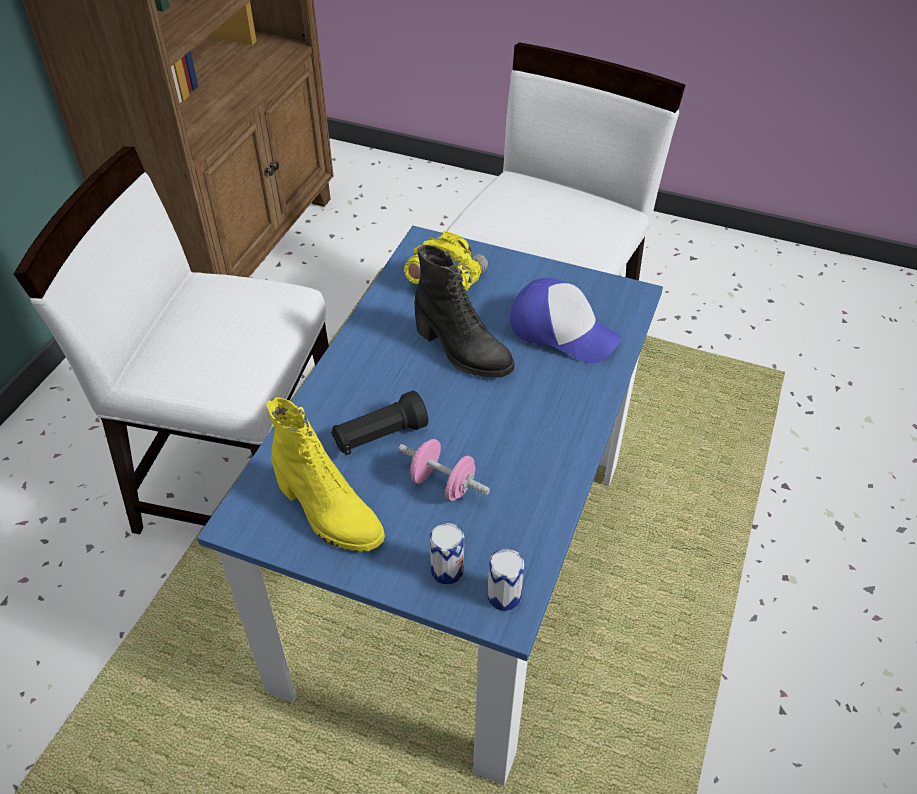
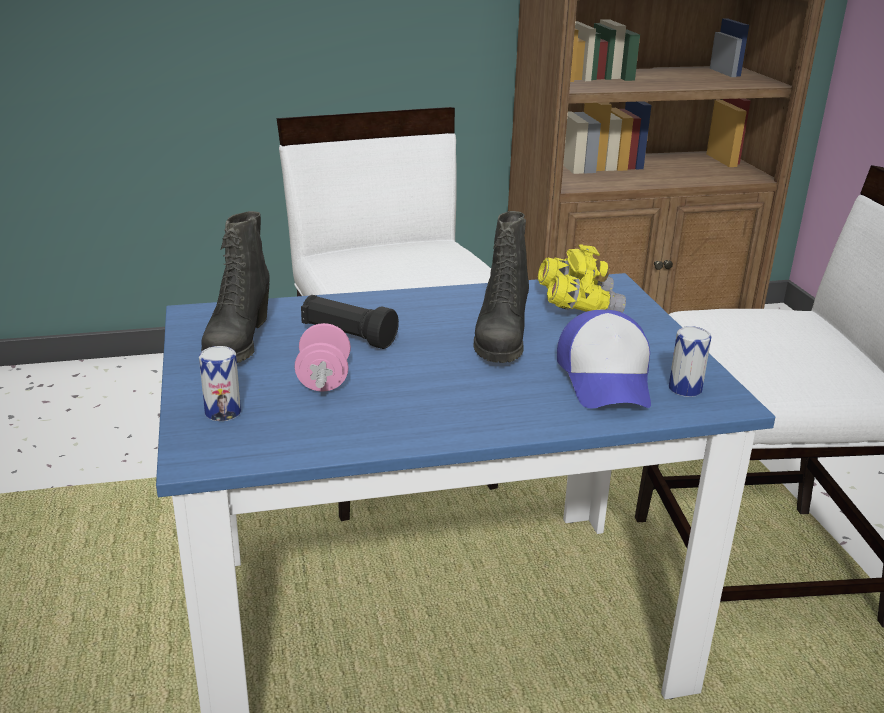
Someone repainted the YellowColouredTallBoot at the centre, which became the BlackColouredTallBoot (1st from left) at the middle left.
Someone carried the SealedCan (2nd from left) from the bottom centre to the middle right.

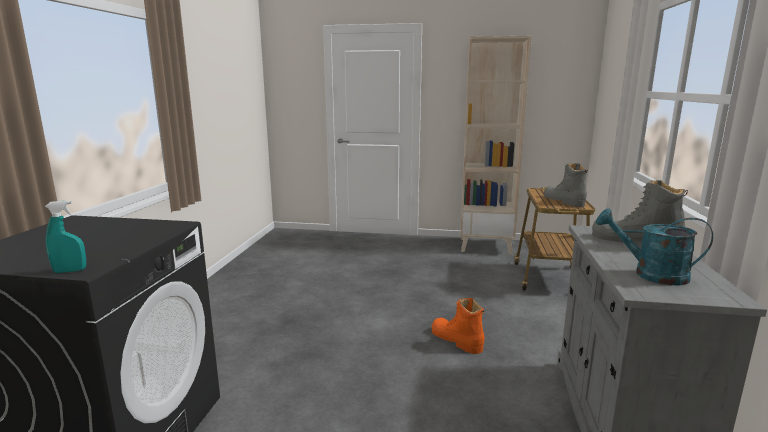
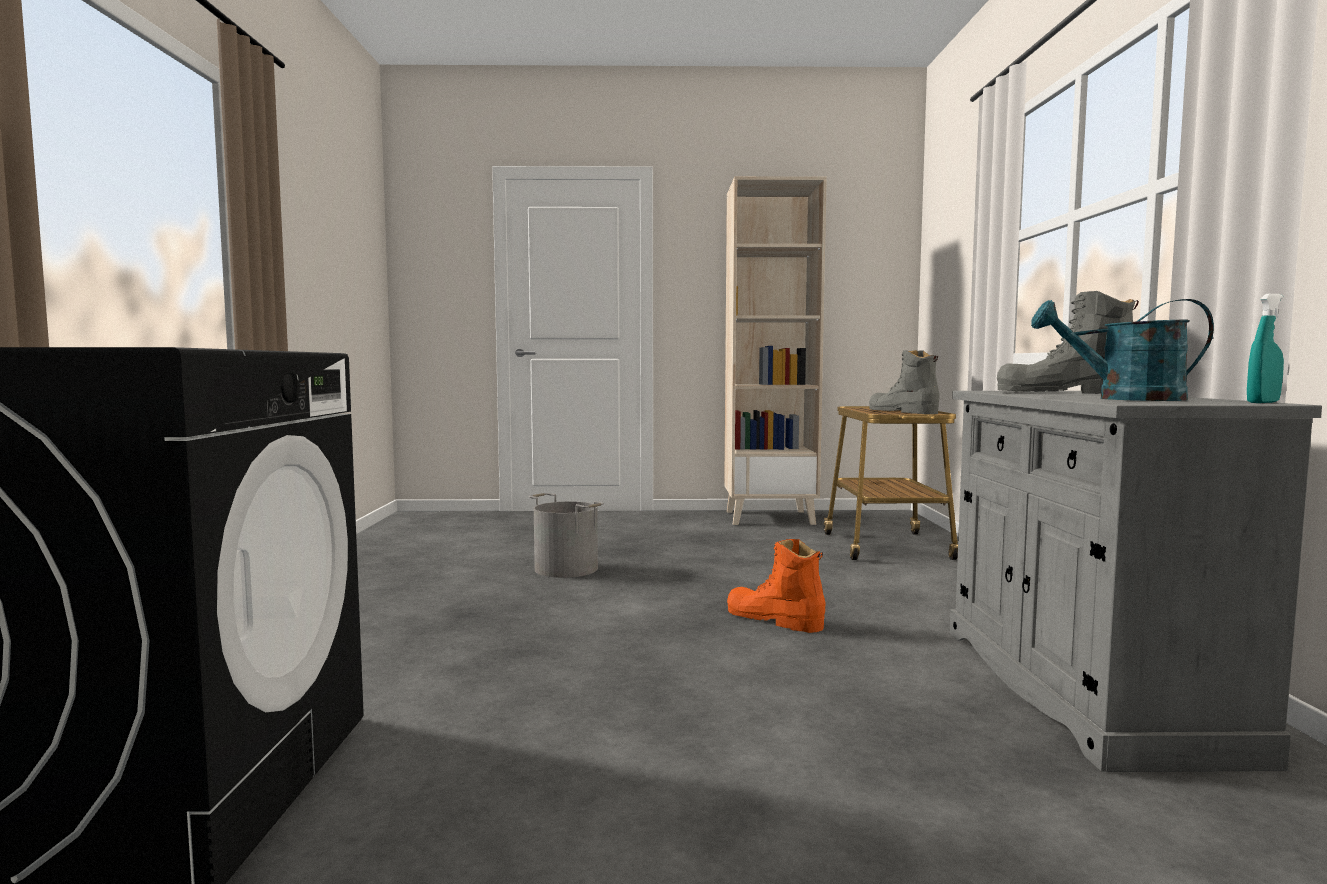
Someone carried the TurquoiseColouredSprayBottle from the middle left to the middle right.
Someone put down the GreyBucket at the centre.

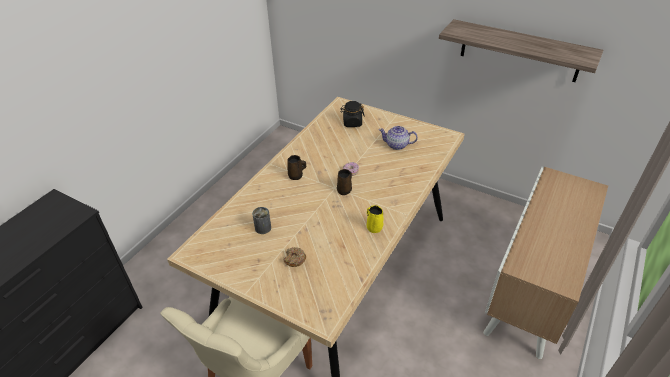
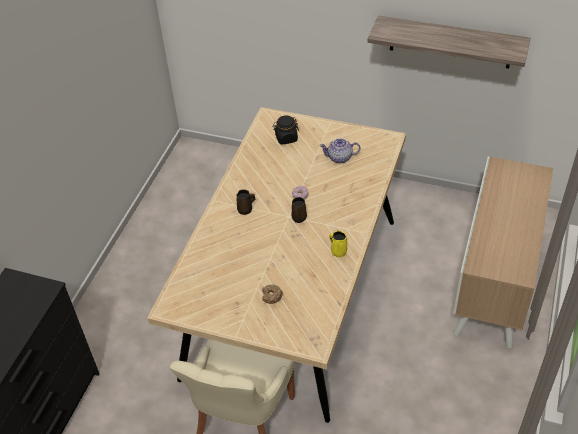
Someone took away the SealedCan at the centre.

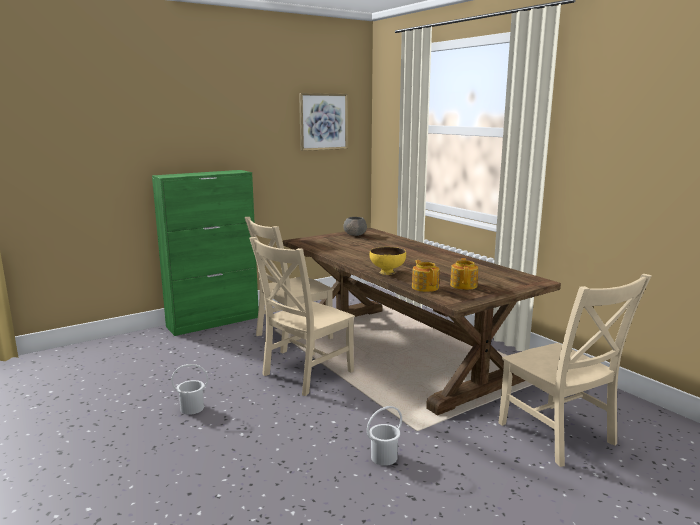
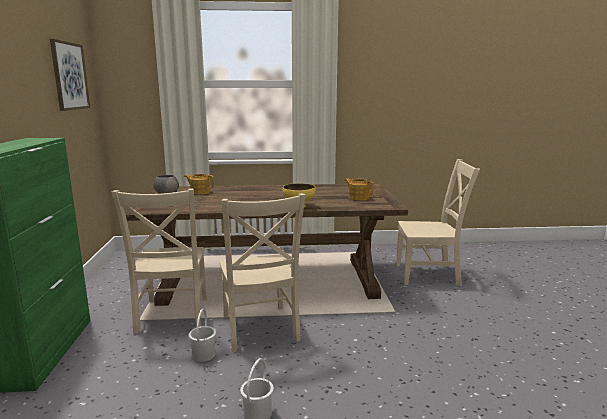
Someone carried the TeaPot (1st from left) from the centre to the middle left.
Someone carried the WhitishBucket (2nd from left in the first image) from the bottom centre to the bottom left.

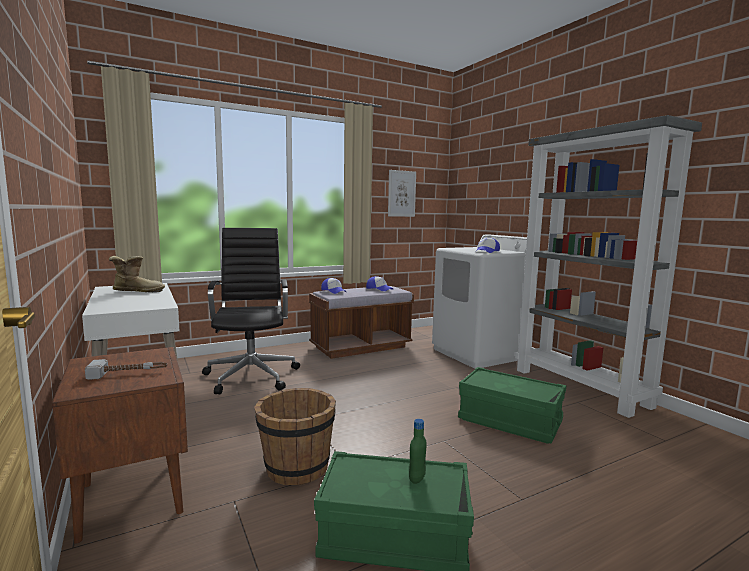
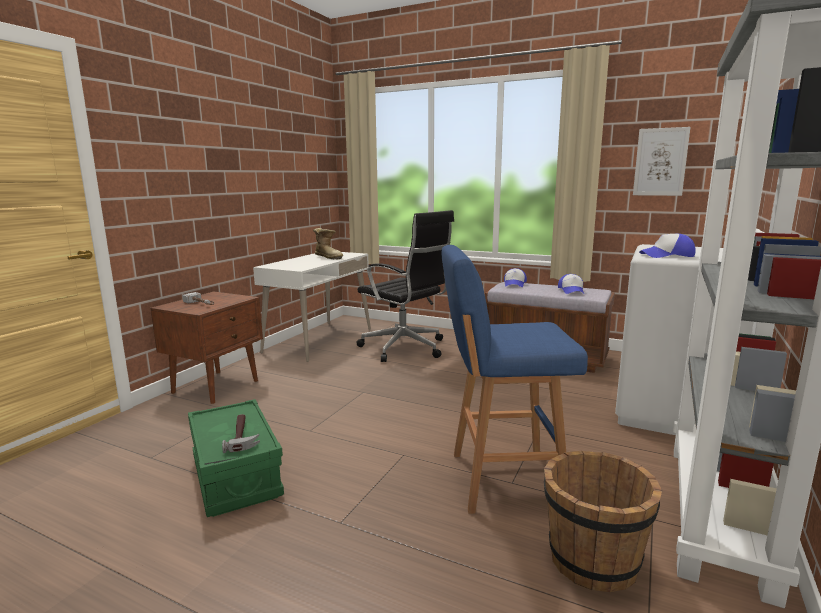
Someone rotated the BlackColouredComputerChair at the centre by 90 degrees clockwise.
Someone swapped the GreenStorageBox (2nd from left) at the bottom right for the BluishSittingStool at the centre.
Someone carried the BrownishBucket from the bottom centre to the bottom right.
Someone swapped the GreenBeverageBottle at the bottom centre for the HandHammer (2nd from left) at the bottom left.

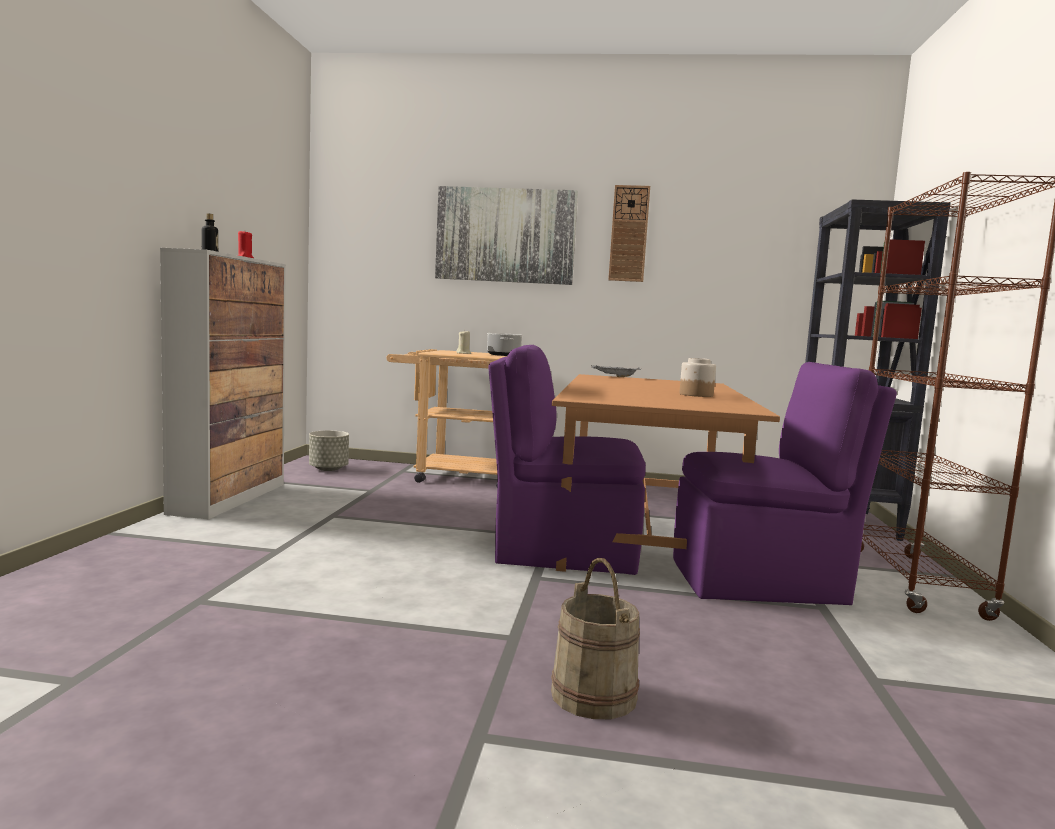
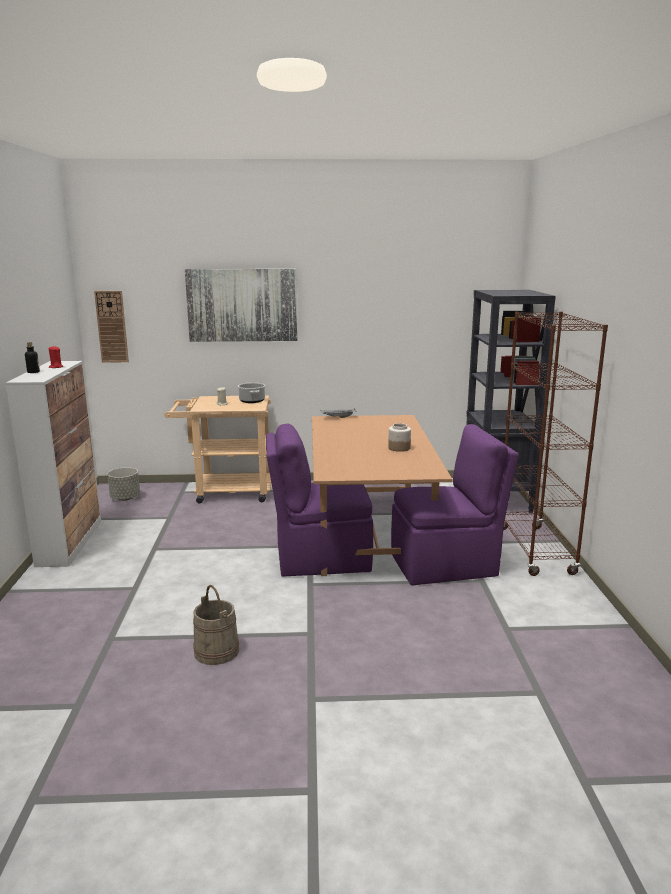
Someone carried the ClockOnTheWall from the top centre to the middle left.
Someone carried the BeigeColouredBucket from the bottom centre to the bottom left.

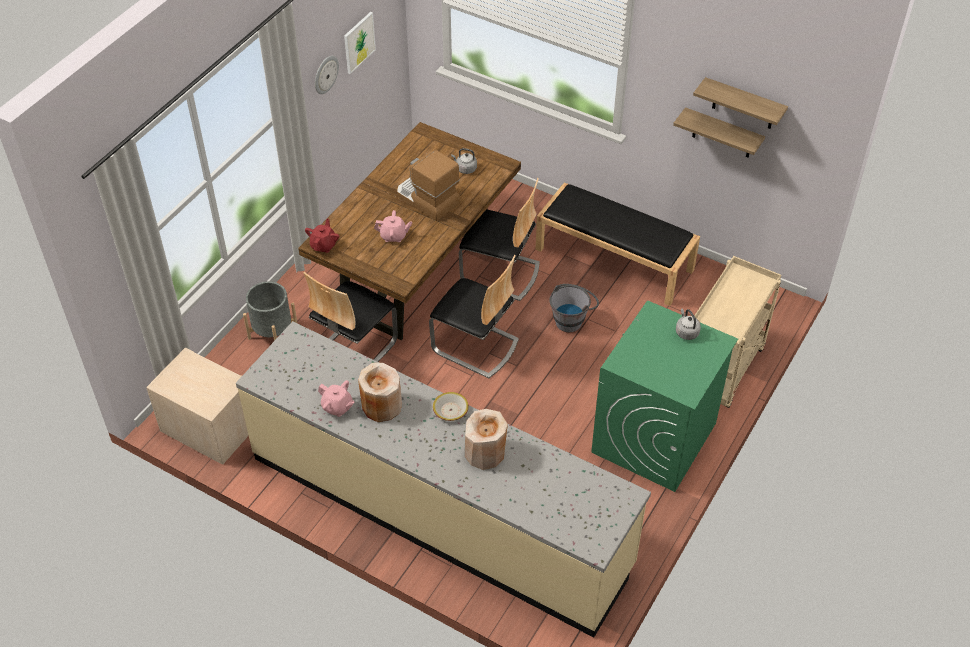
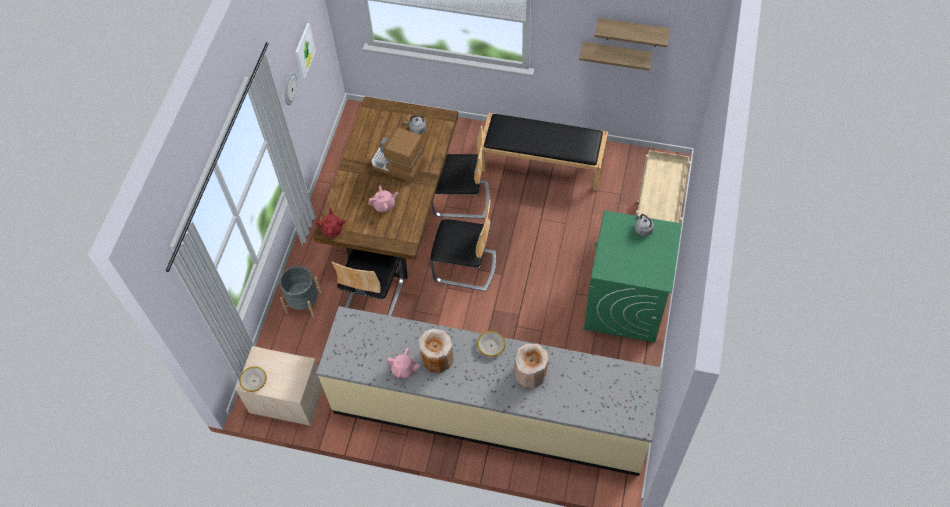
Someone took away the GreyBucket at the centre.
Someone put down the DeepDish (1st from left) at the bottom left.

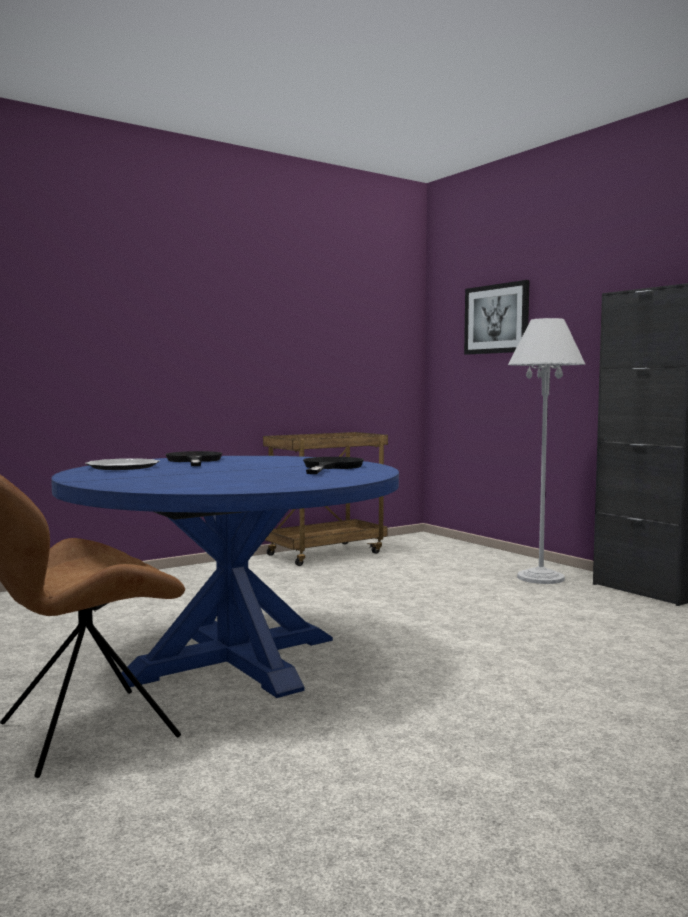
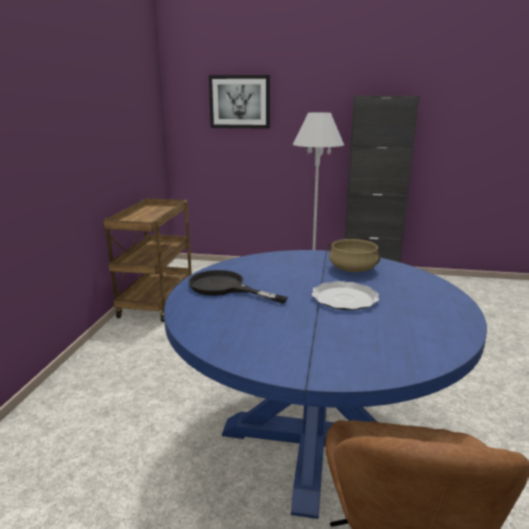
Someone swapped the BlackColouredFryingPan (2nd from left) at the centre for the BeigeColouredCookingPot at the middle right.
Someone carried the DinnerPlate from the middle left to the centre.

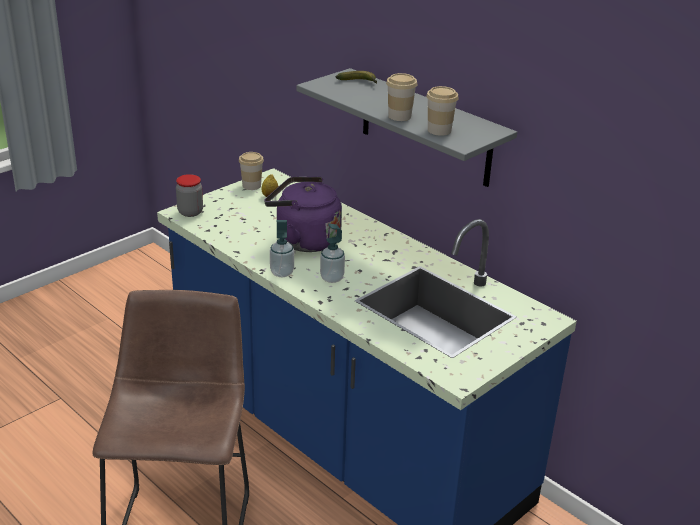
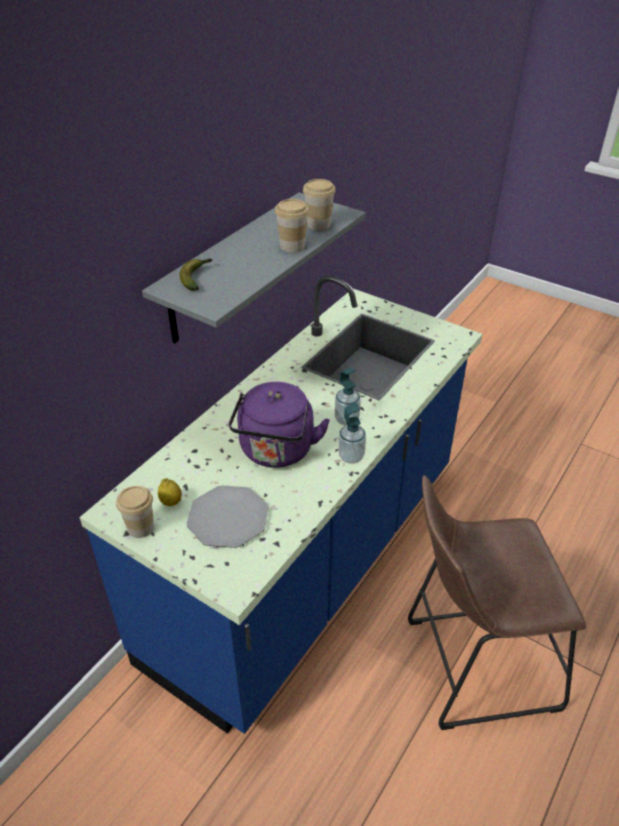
Someone took away the StorageJar at the middle left.
Someone put down the DinnerPlate at the centre.

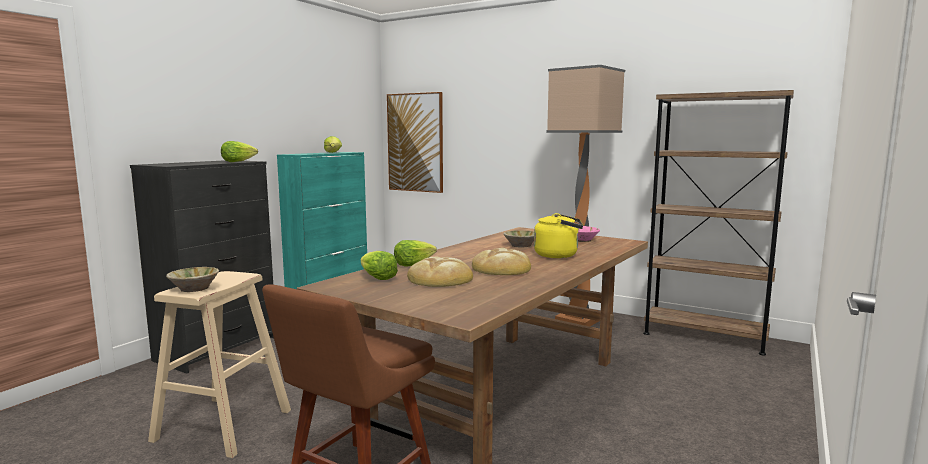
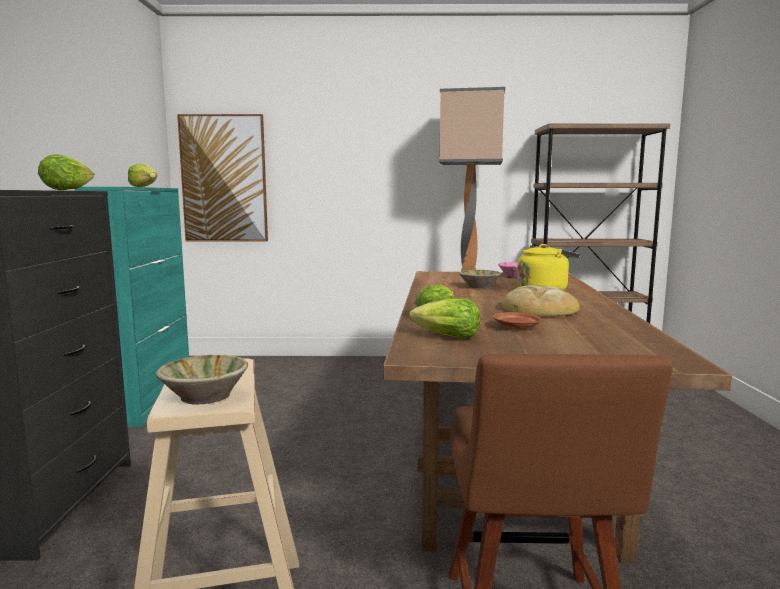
Someone swapped the BakedBread (1st from left) at the centre for the BrownishDinnerPlate at the centre.

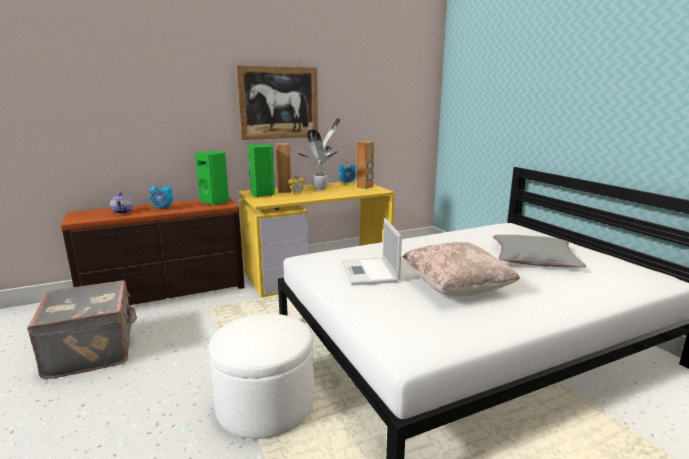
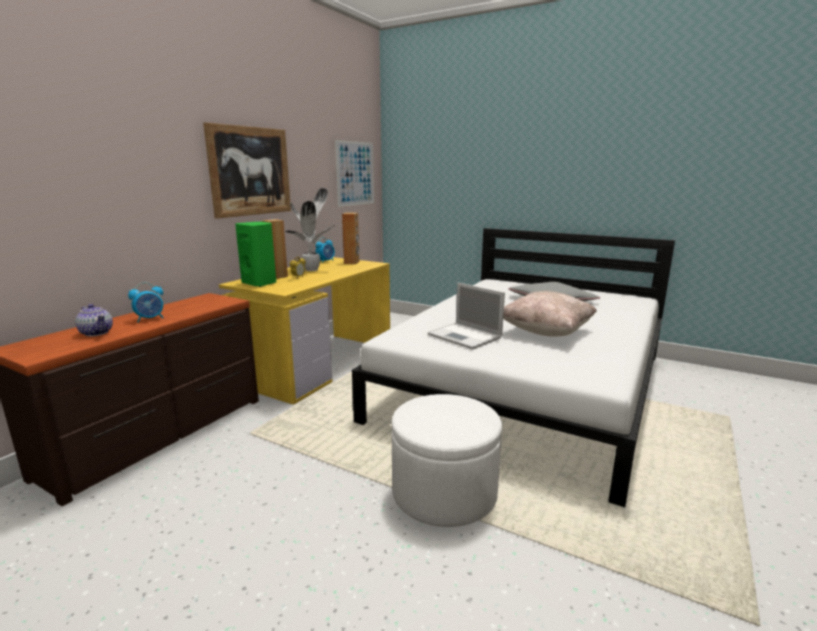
Someone took away the GreenLoudspeaker (1st from left) at the middle left.
Someone took away the GreyPieceOfLuggage at the bottom left.
Someone put up the WallPicture (2nd from left) at the top centre.

